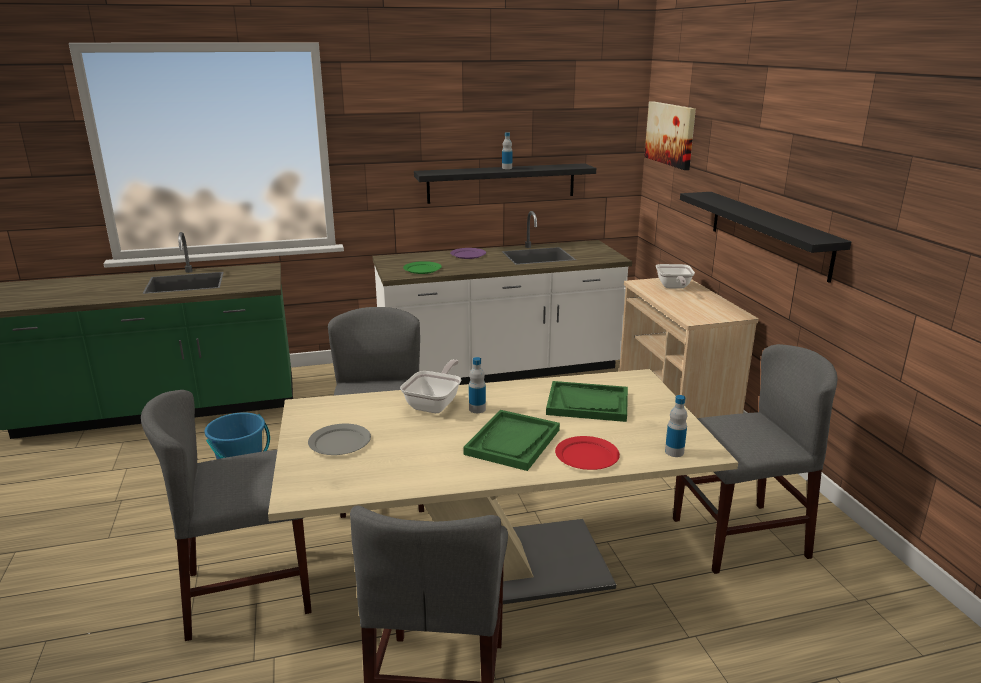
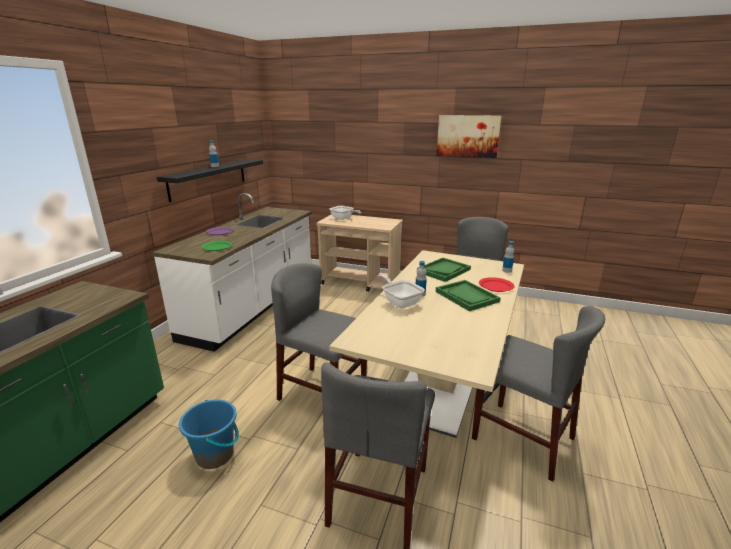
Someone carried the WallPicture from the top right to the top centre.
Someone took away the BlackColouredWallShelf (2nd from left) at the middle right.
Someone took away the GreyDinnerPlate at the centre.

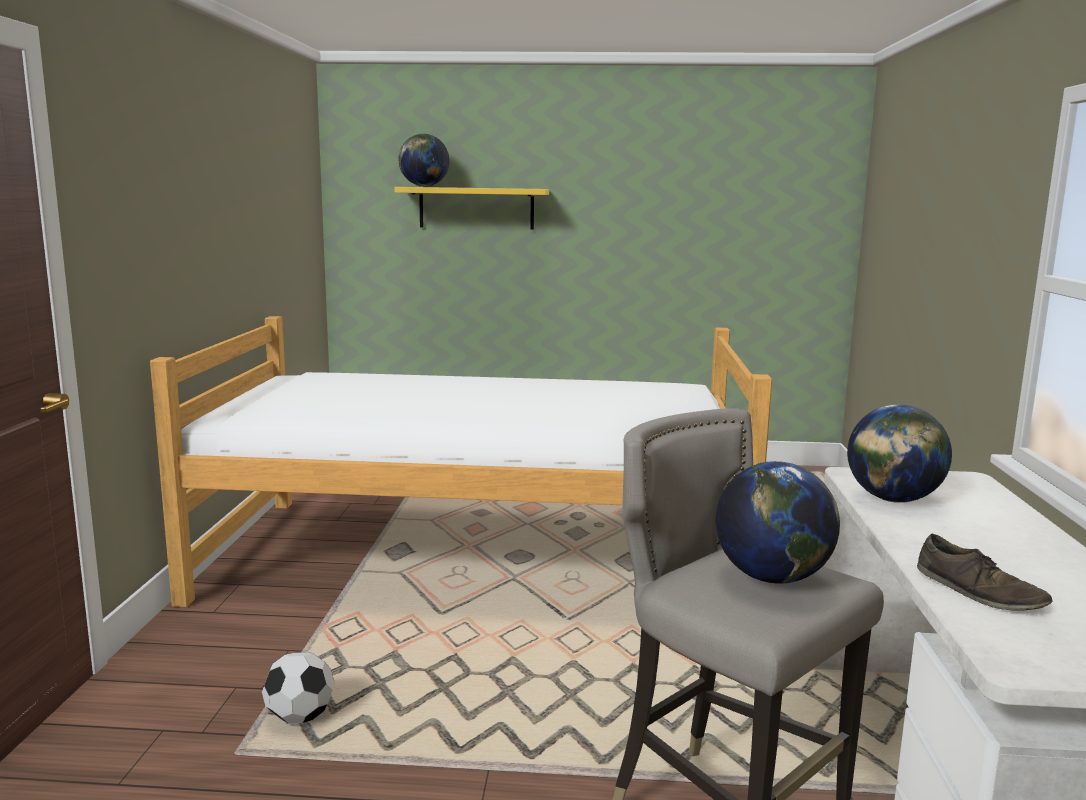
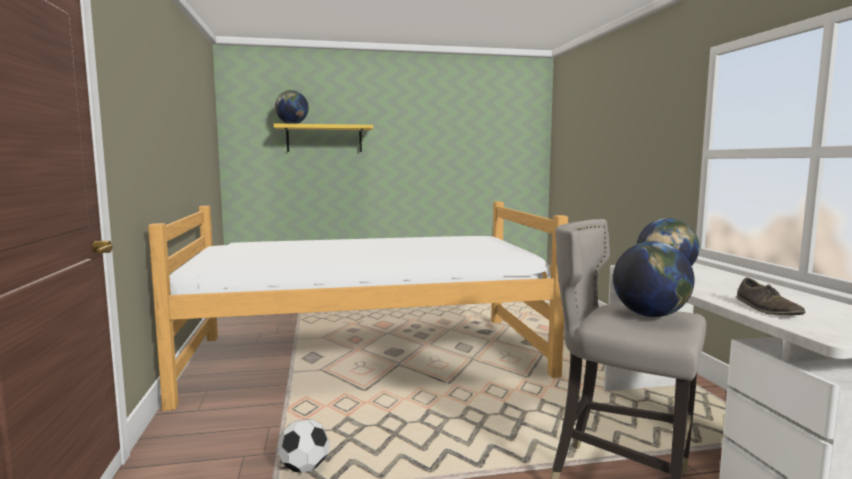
Someone rotated the BrownishShoe at the bottom right by 45 degrees clockwise.

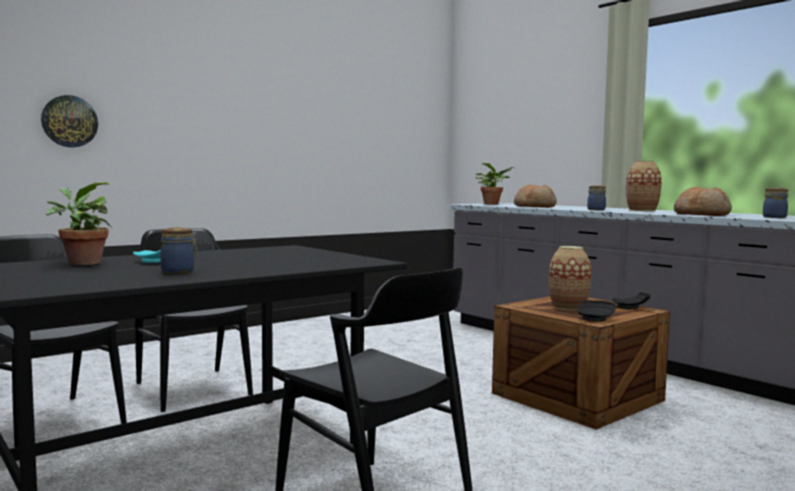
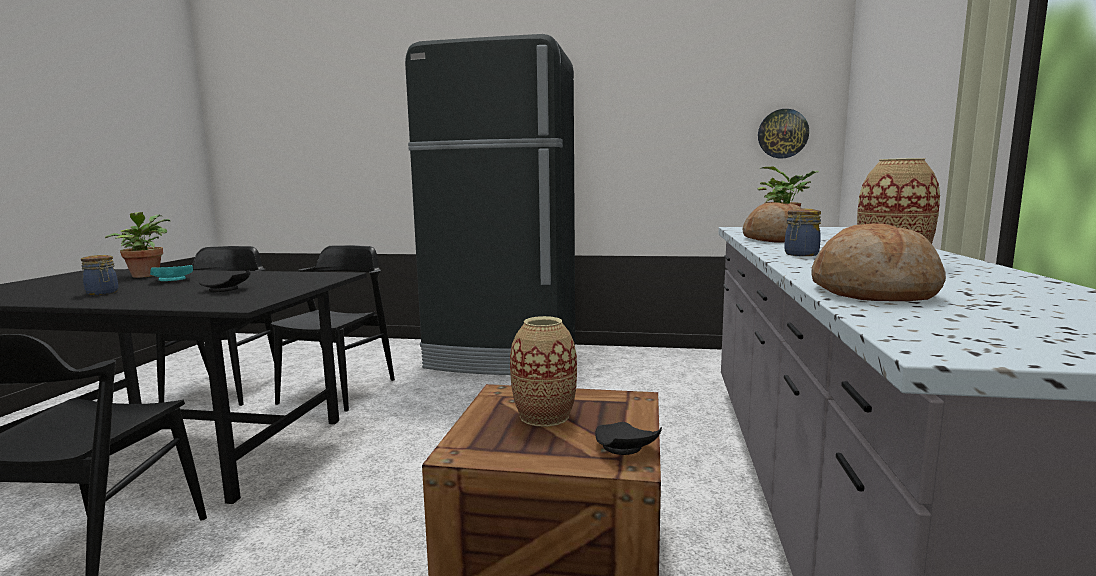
Someone carried the ClockOnTheWall from the top left to the top right.
Someone took away the StorageJar (3rd from left) at the middle right.
Someone carried the BlackColouredDinnerPlate (1st from left) from the middle right to the middle left.
Someone put down the BlackColouredFridge at the centre.

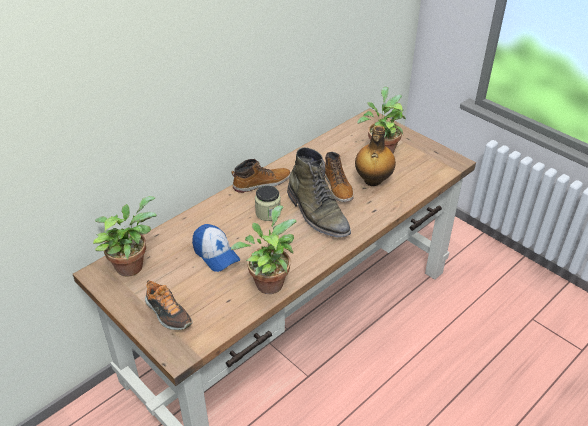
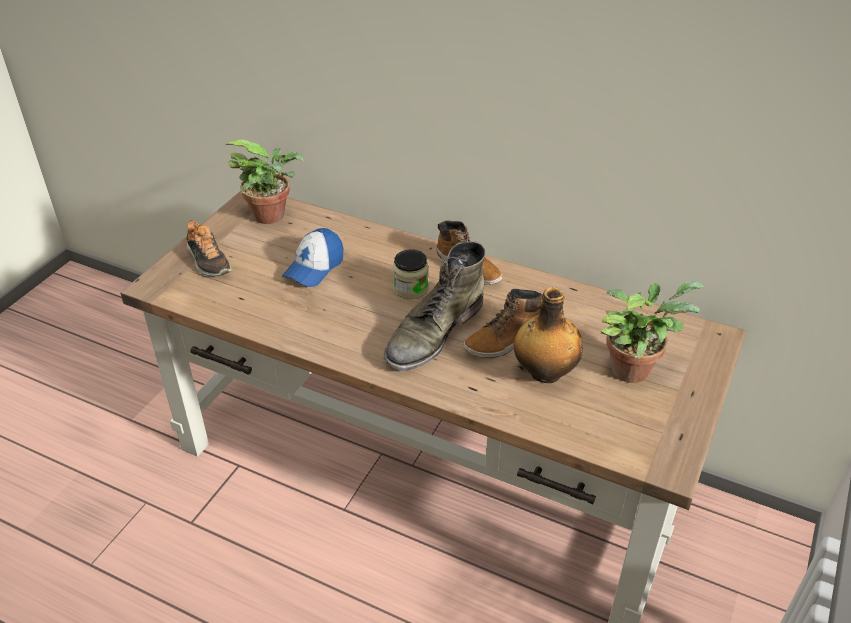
Someone took away the PlantInAPot (2nd from left) at the centre.
Someone rotated the Shoe at the bottom left by 60 degrees counterclockwise.

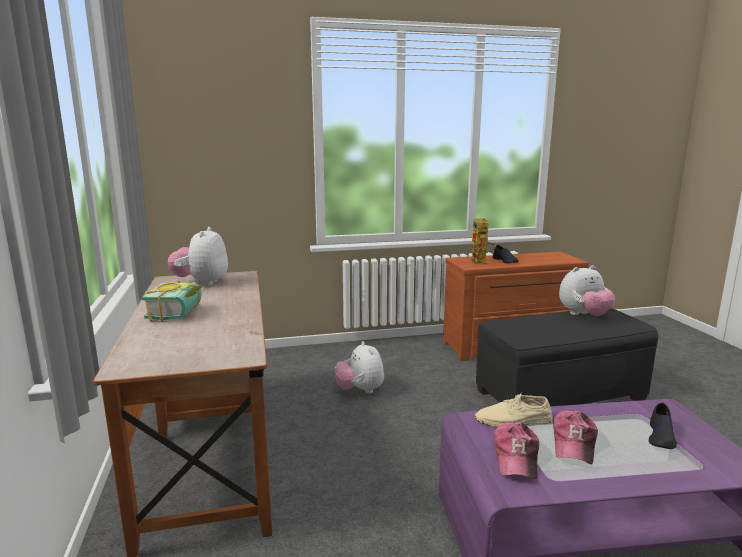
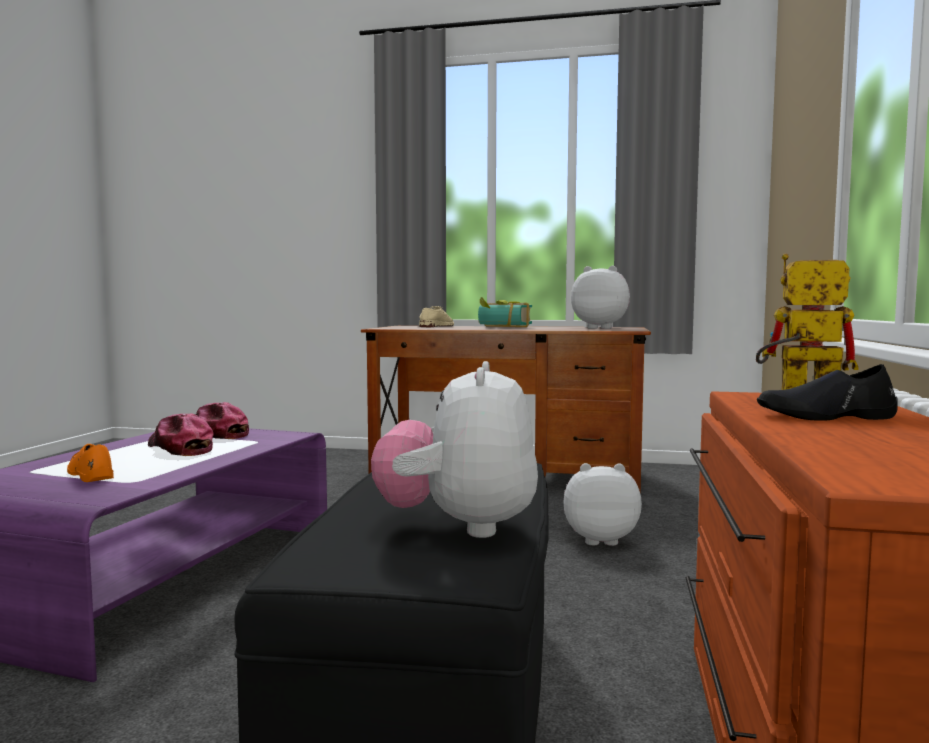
Someone carried the BeigeColouredShoe from the bottom right to the centre.
Someone repainted the BlackColouredShoe (2nd from left) at the bottom right, which became the OrangeShoe at the middle left.

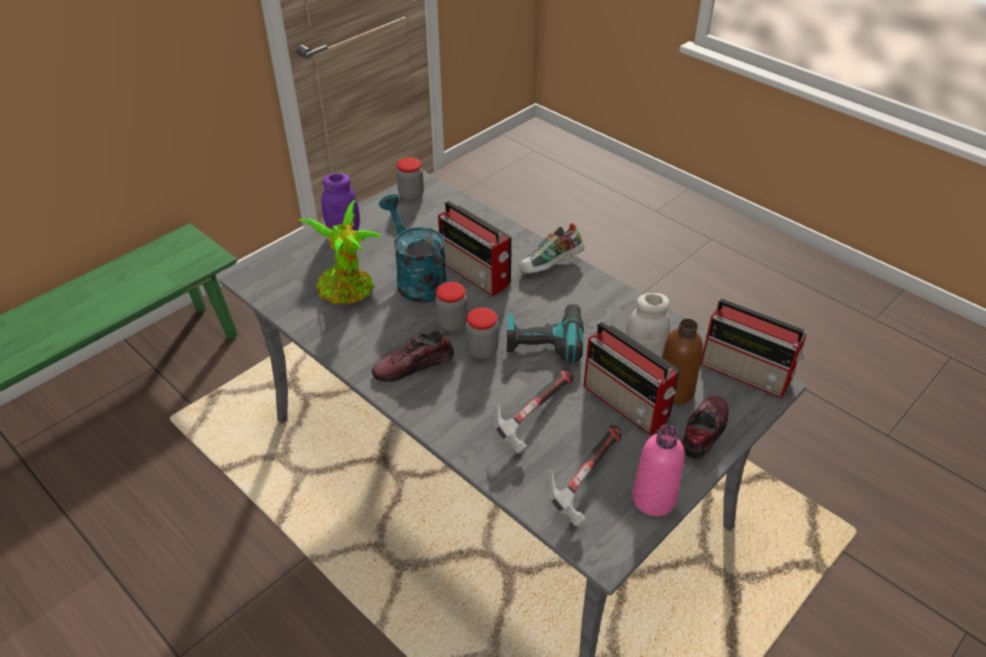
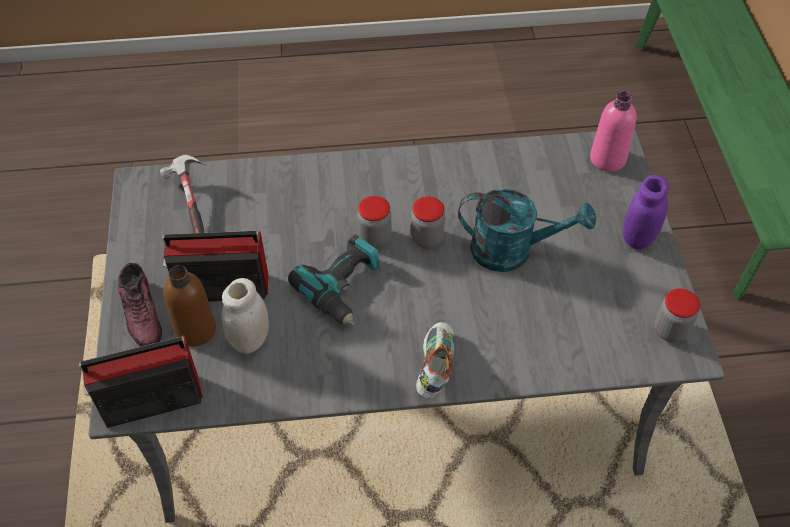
Someone took away the PlantInAPot at the centre.
Someone took away the RadioSet (1st from left) at the centre.
Someone took away the Shoe (1st from left) at the centre.
Someone took away the HandHammer (1st from left) at the centre.
Someone carried the PinkBeverageBottle from the bottom right to the top right.

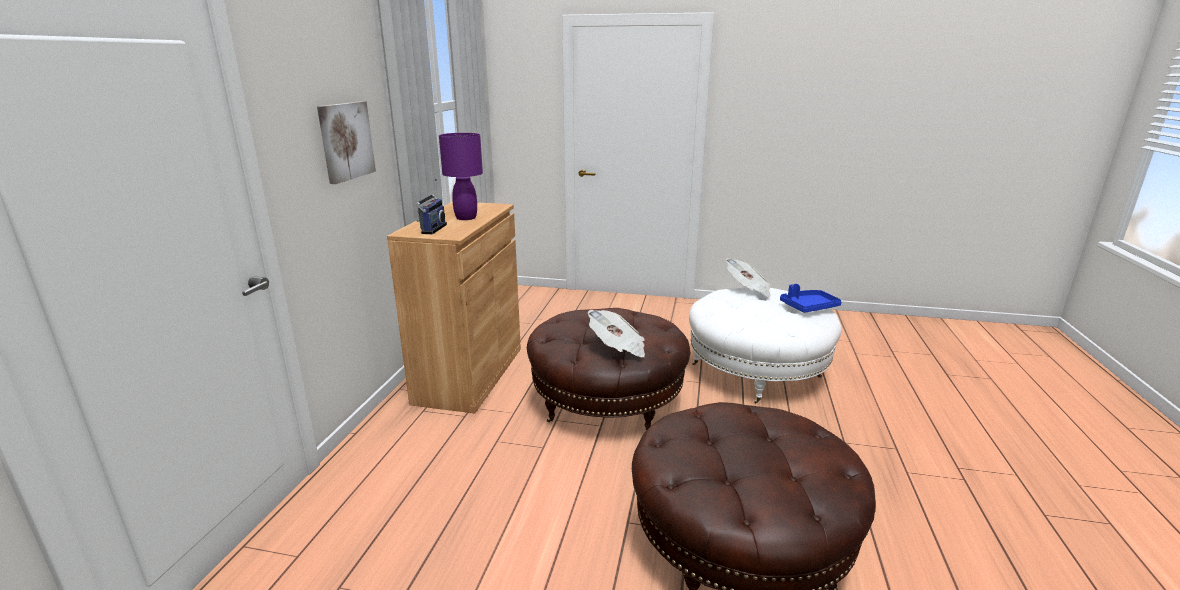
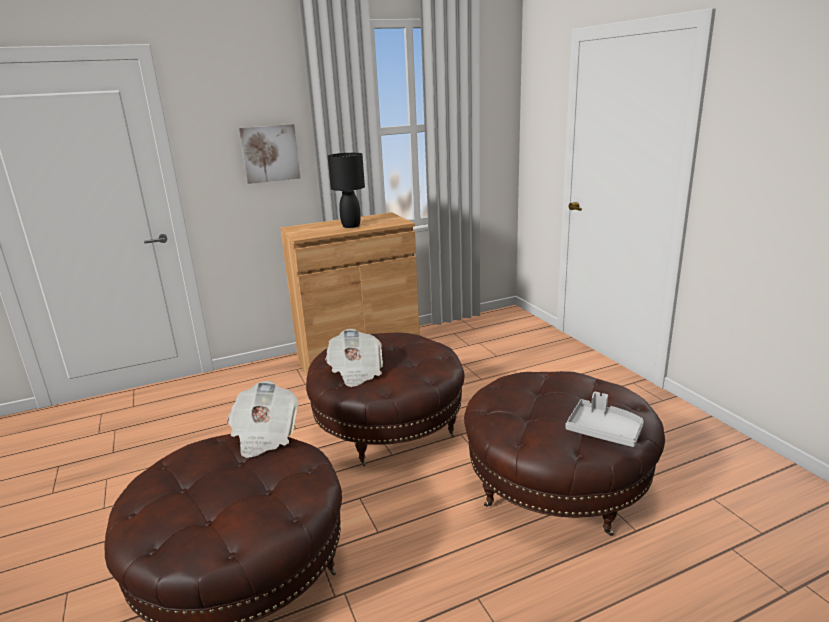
Someone repainted the PurpleColouredTableLamp at the top centre, which became the BlackColouredTableLamp at the top centre.
Someone took away the RadioSet at the centre.
Someone carried the PrintedPaper (2nd from left in the first image) from the centre to the bottom left.
Someone repainted the BluishServingTray at the middle right, which became the GreyServingTray at the bottom right.
Someone repainted the WhitishFootrest at the centre, which became the BrownishFootrest (3rd from left) at the bottom right.

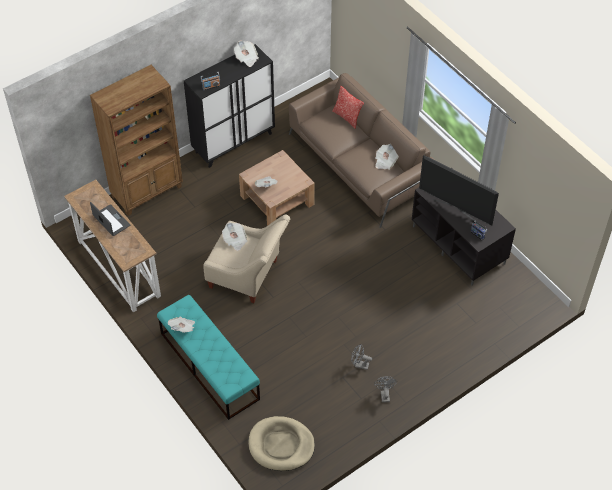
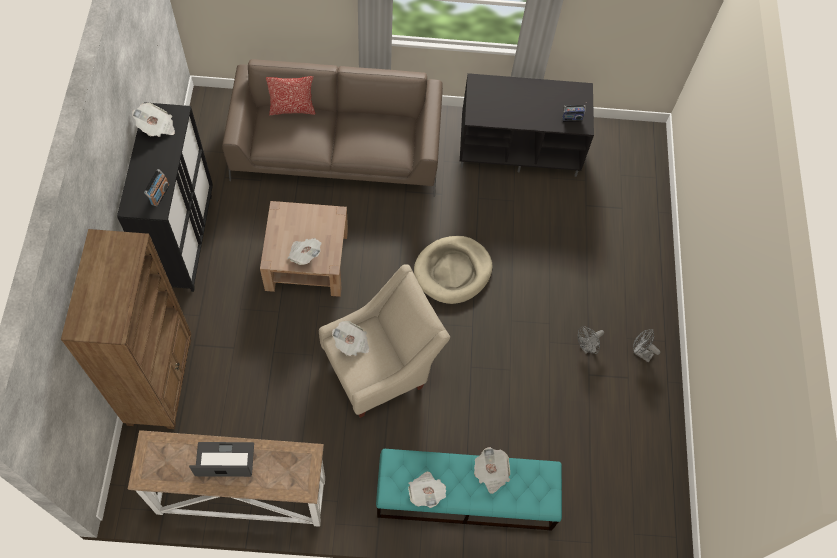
Someone carried the PrintedPaper (5th from left) from the top centre to the bottom centre.
Someone took away the TvSet at the middle right.
Someone carried the BeigeColouredDogCushion from the bottom centre to the centre.

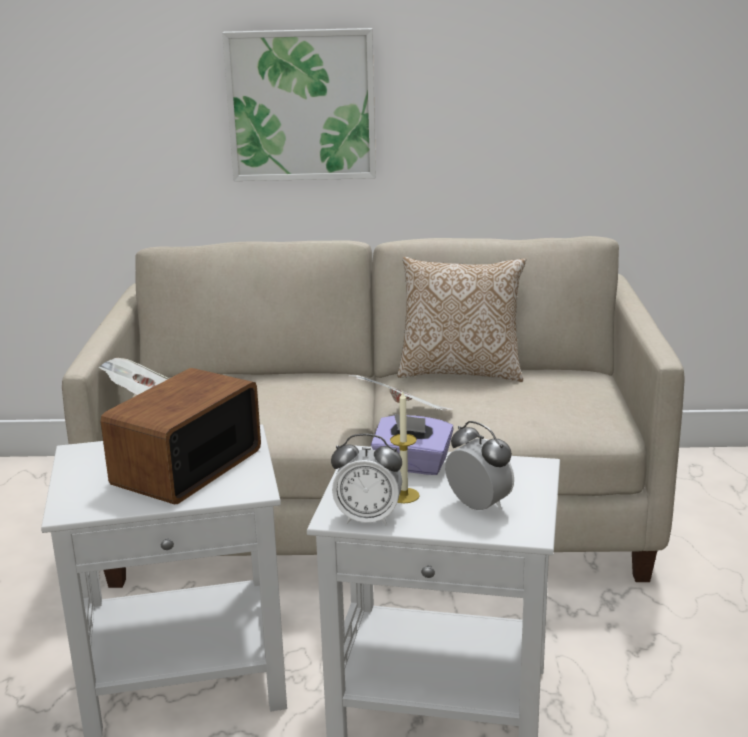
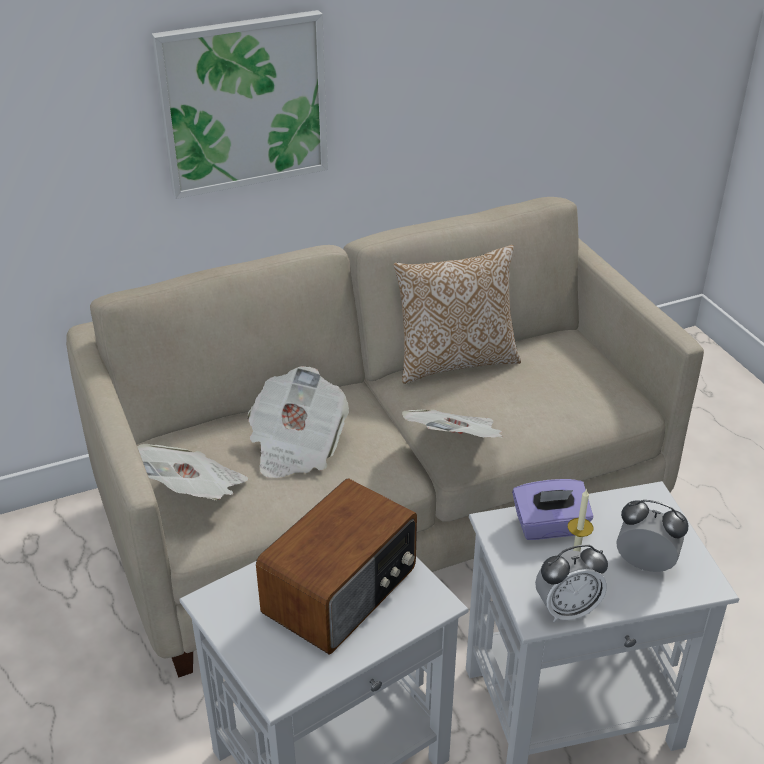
Someone rotated the RadioSet at the middle left by 150 degrees counterclockwise.
Someone put down the PrintedPaper (2nd from left) at the centre.

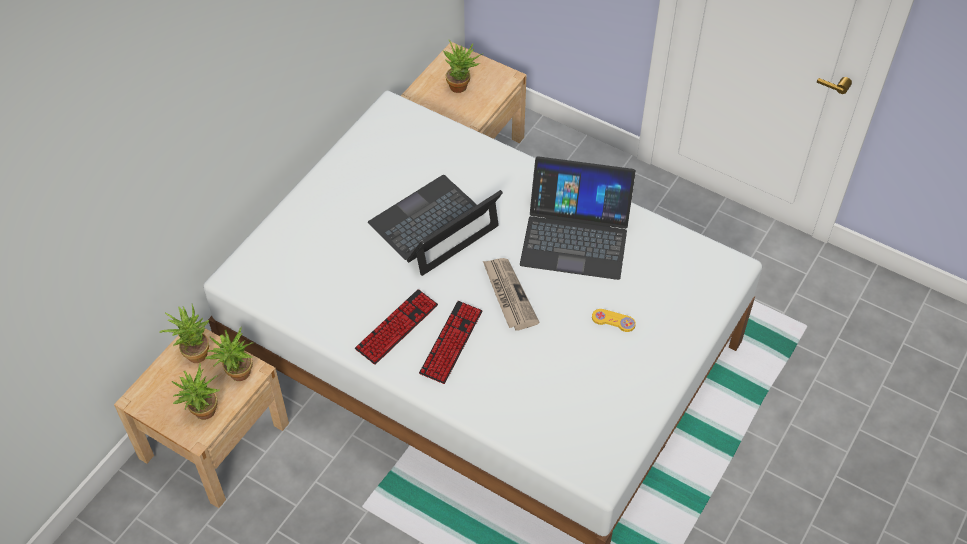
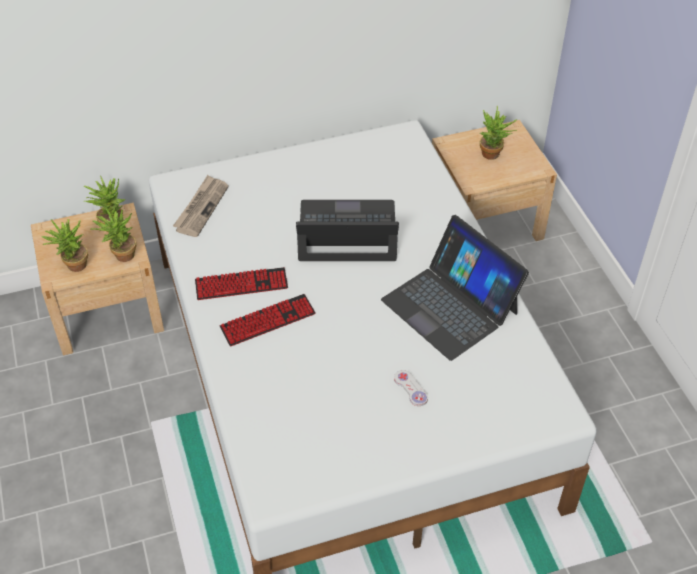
Someone carried the PrintedPaper from the centre to the middle left.
Someone repainted the YellowColouredGamepad at the centre, which became the WhitishGamepad at the bottom centre.

